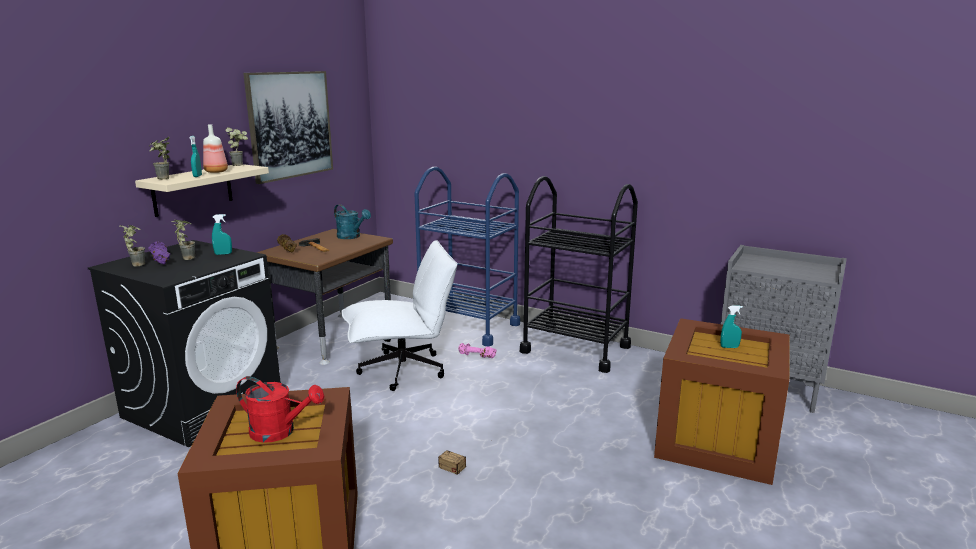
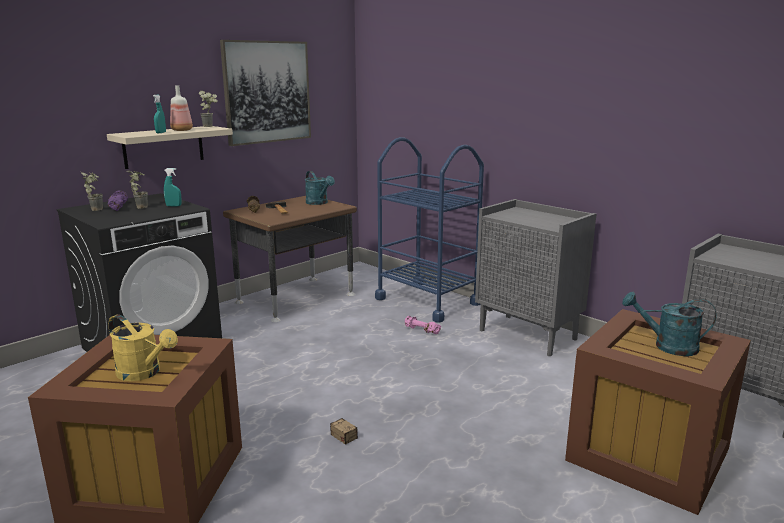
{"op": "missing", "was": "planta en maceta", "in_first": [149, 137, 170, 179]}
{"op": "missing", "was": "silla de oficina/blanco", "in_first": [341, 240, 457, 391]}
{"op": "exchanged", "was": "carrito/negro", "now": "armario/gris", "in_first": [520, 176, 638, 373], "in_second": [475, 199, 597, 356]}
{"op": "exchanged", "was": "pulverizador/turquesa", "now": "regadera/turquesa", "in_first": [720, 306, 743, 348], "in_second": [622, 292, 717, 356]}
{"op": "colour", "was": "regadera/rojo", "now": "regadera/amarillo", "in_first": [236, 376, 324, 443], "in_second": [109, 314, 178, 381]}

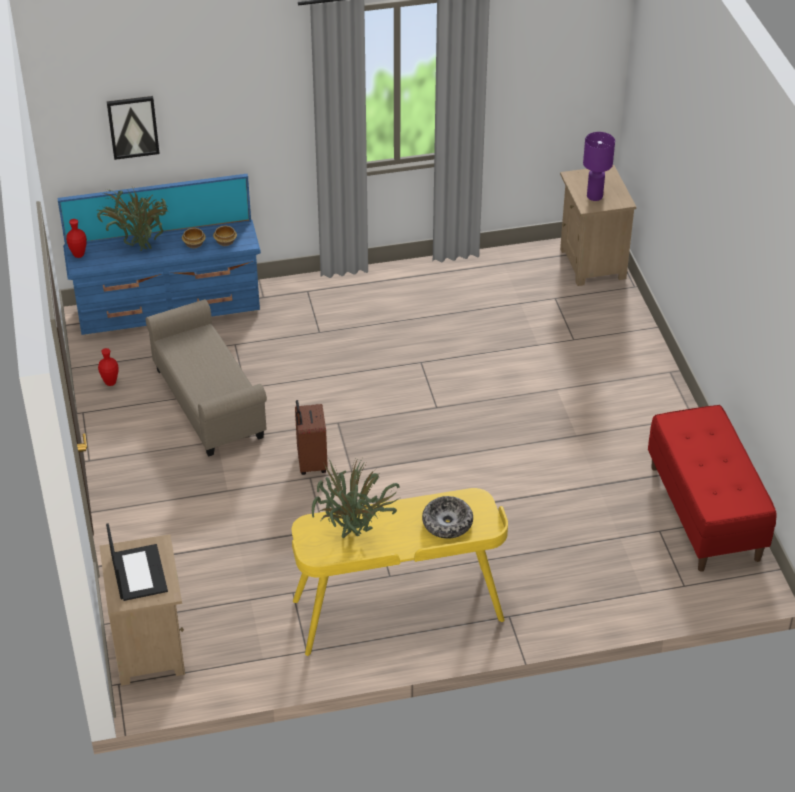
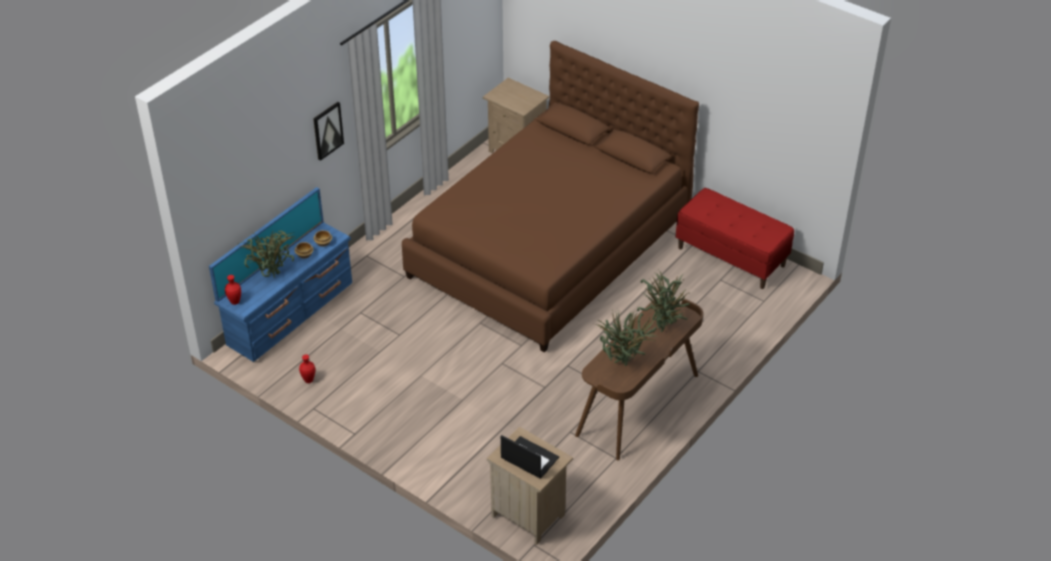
{"op": "missing", "was": "puf/beis", "in_first": [146, 299, 267, 457]}
{"op": "missing", "was": "maleta/marrón", "in_first": [295, 400, 328, 475]}
{"op": "missing", "was": "lámpara de mesa/morado", "in_first": [583, 132, 615, 201]}
{"op": "appeared", "now": "cama/marrón", "in_second": [402, 41, 699, 353]}
{"op": "relocated", "was": "cuadro", "in_first": [107, 96, 160, 160], "in_second": [313, 102, 344, 161]}
{"op": "exchanged", "was": "cuenco", "now": "planta en maceta", "in_first": [422, 496, 473, 539], "in_second": [637, 270, 690, 332]}
{"op": "colour", "was": "escritorio/amarillo", "now": "escritorio/marrón", "in_first": [292, 488, 508, 656], "in_second": [575, 298, 703, 460]}

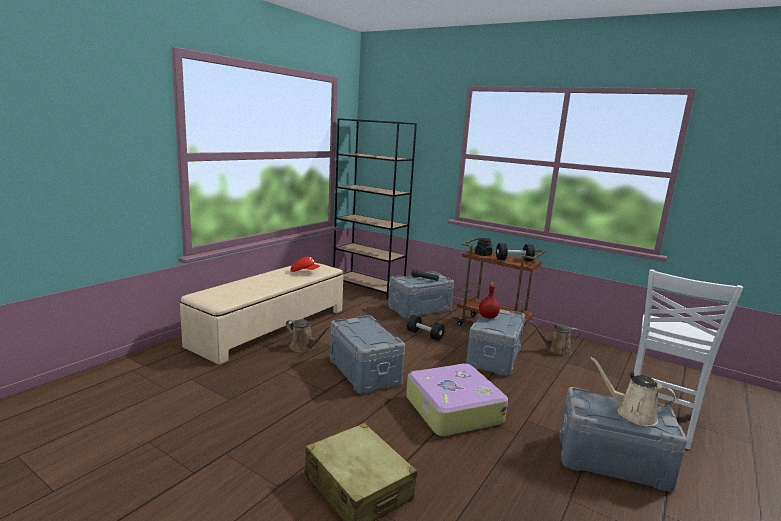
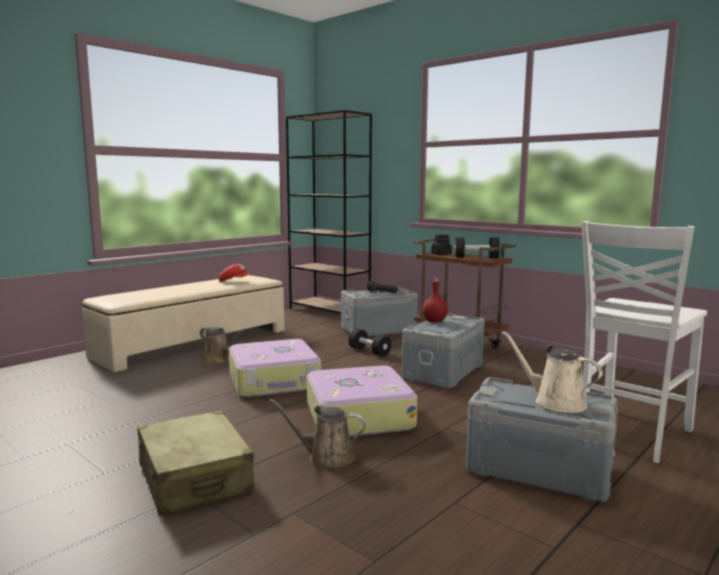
{"op": "relocated", "was": "regadera/marrón", "in_first": [530, 321, 581, 356], "in_second": [269, 399, 366, 468]}
{"op": "exchanged", "was": "caja de almacenaje/gris", "now": "maleta", "in_first": [330, 315, 405, 394], "in_second": [229, 339, 321, 398]}

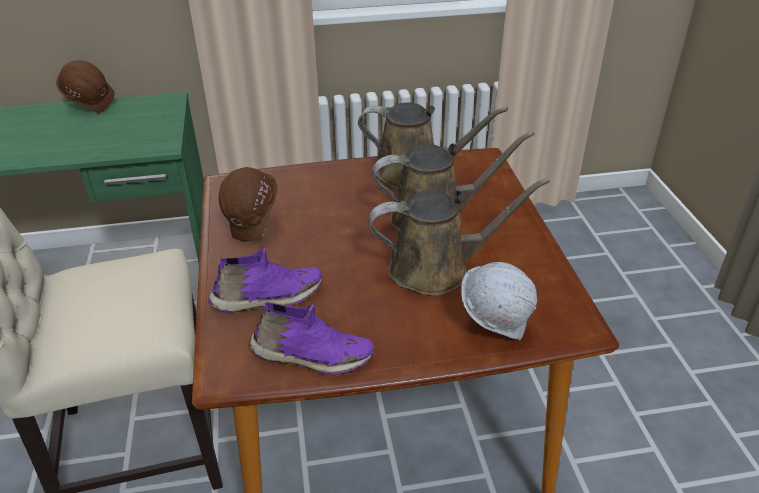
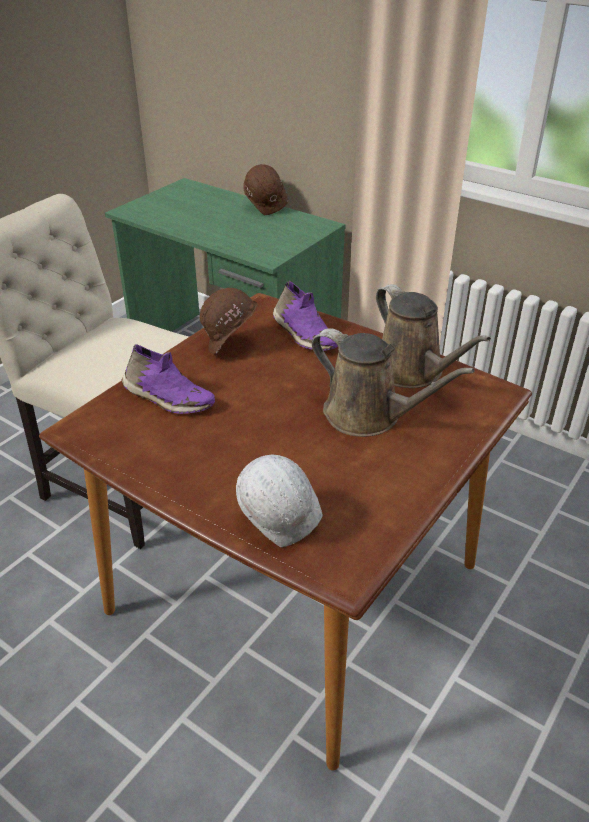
{"op": "missing", "was": "regadera/marrón", "in_first": [369, 178, 550, 296]}
{"op": "relocated", "was": "zapato/morado", "in_first": [249, 302, 374, 374], "in_second": [273, 280, 338, 351]}

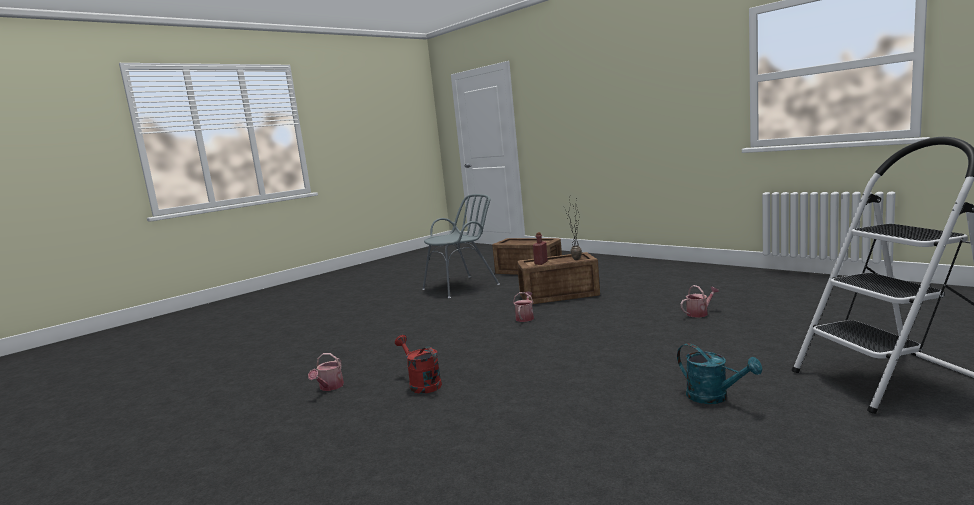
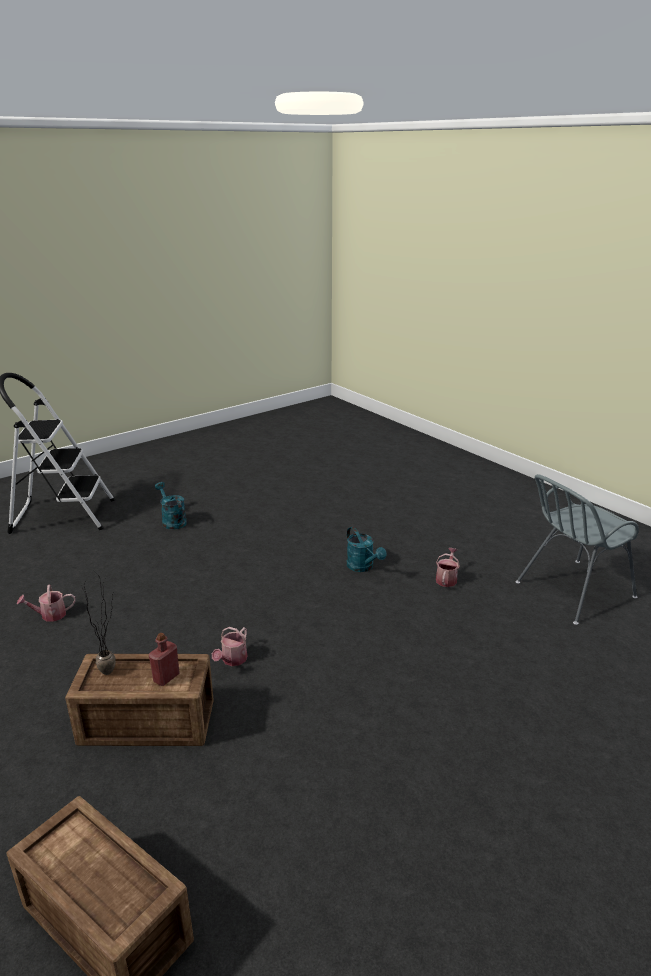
{"op": "relocated", "was": "silla/gris", "in_first": [422, 194, 500, 298], "in_second": [515, 474, 639, 625]}
{"op": "colour", "was": "regadera/rojo", "now": "regadera/turquesa", "in_first": [395, 335, 442, 394], "in_second": [346, 527, 387, 572]}

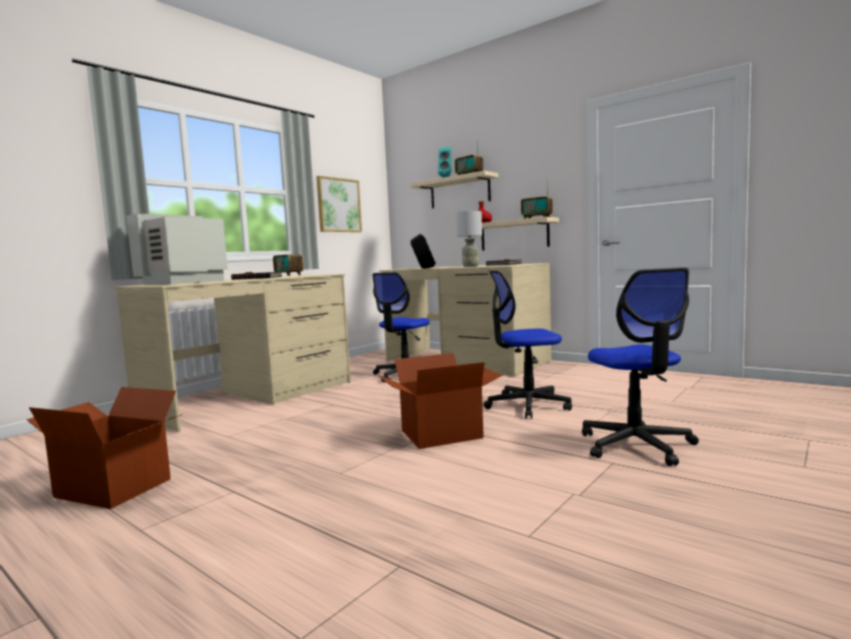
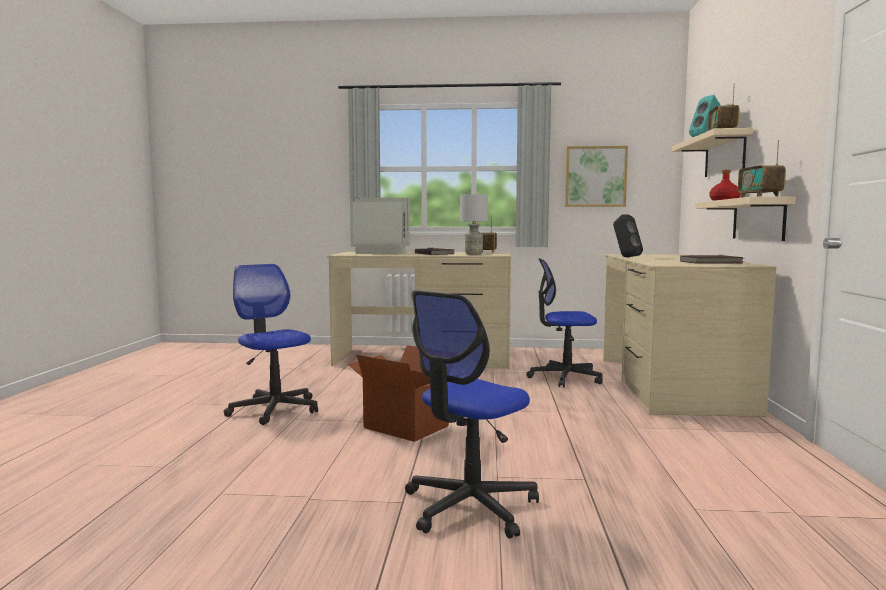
{"op": "missing", "was": "caja de cartón", "in_first": [26, 387, 183, 509]}
{"op": "relocated", "was": "lámpara de mesa/gris", "in_first": [456, 211, 482, 267], "in_second": [460, 194, 488, 255]}
{"op": "relocated", "was": "silla de oficina", "in_first": [483, 270, 572, 419], "in_second": [224, 264, 318, 425]}

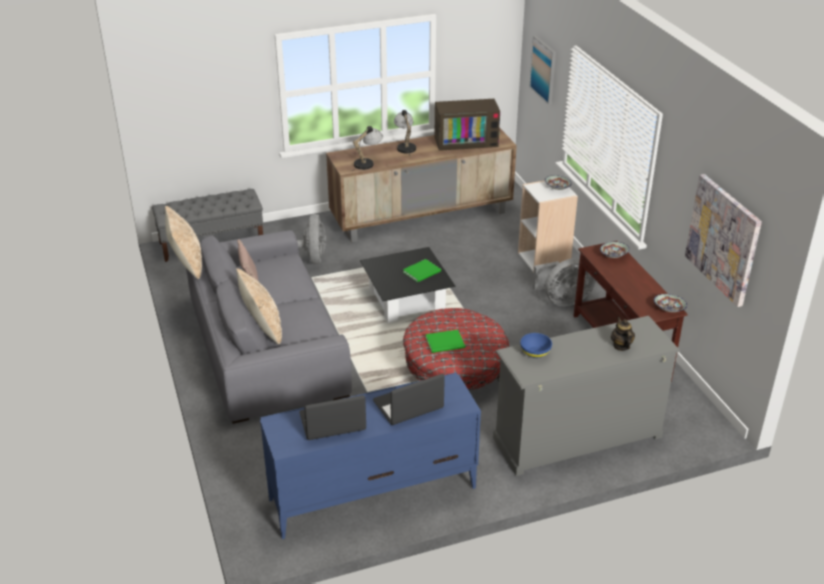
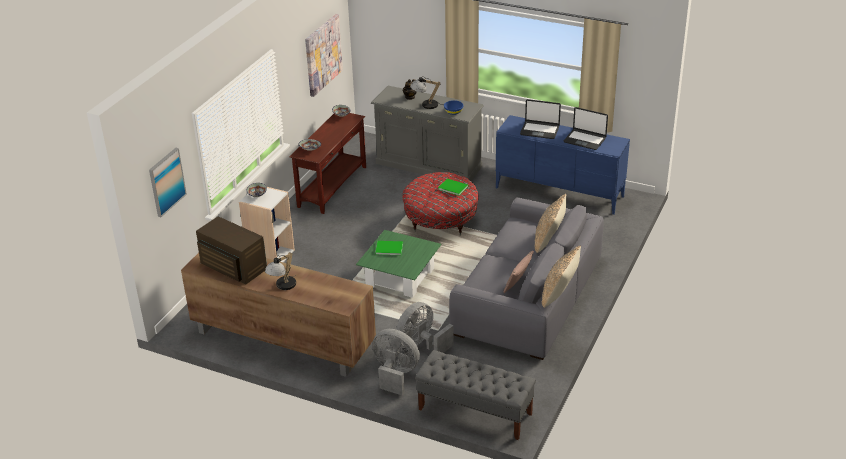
{"op": "relocated", "was": "lámpara de mesa", "in_first": [352, 126, 383, 171], "in_second": [410, 76, 441, 109]}
{"op": "relocated", "was": "ventilador/gris", "in_first": [532, 258, 596, 306], "in_second": [372, 329, 420, 396]}
{"op": "colour", "was": "mesa de centro/negro", "now": "mesa de centro/verde", "in_first": [360, 247, 455, 323], "in_second": [356, 230, 442, 298]}

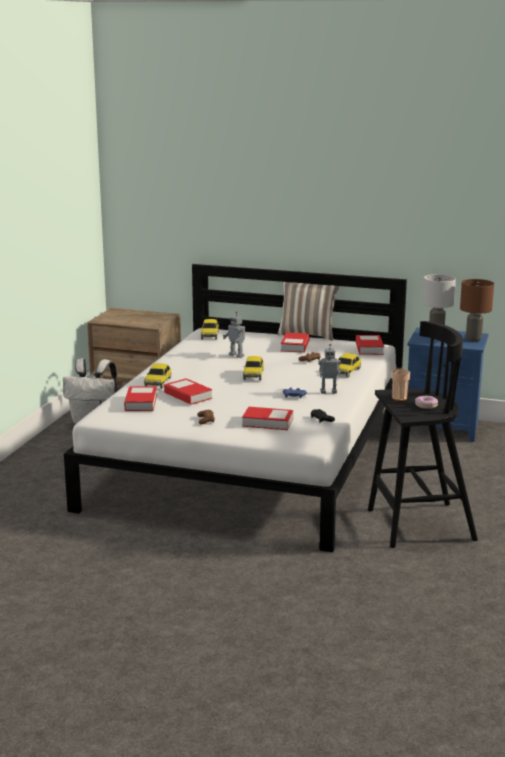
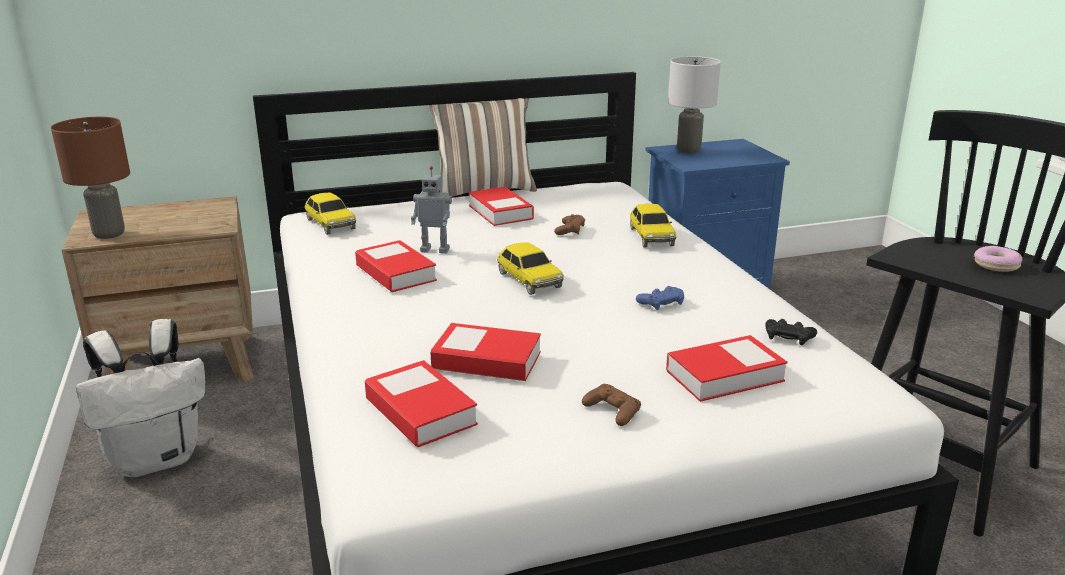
{"op": "missing", "was": "coche de juguete", "in_first": [144, 363, 171, 389]}
{"op": "missing", "was": "robot de juguete", "in_first": [318, 344, 341, 394]}
{"op": "missing", "was": "taza", "in_first": [392, 369, 410, 401]}
{"op": "relocated", "was": "libro", "in_first": [356, 335, 384, 355], "in_second": [355, 240, 437, 292]}
{"op": "relocated", "was": "lámpara de mesa/marrón", "in_first": [460, 279, 494, 341], "in_second": [51, 117, 130, 239]}

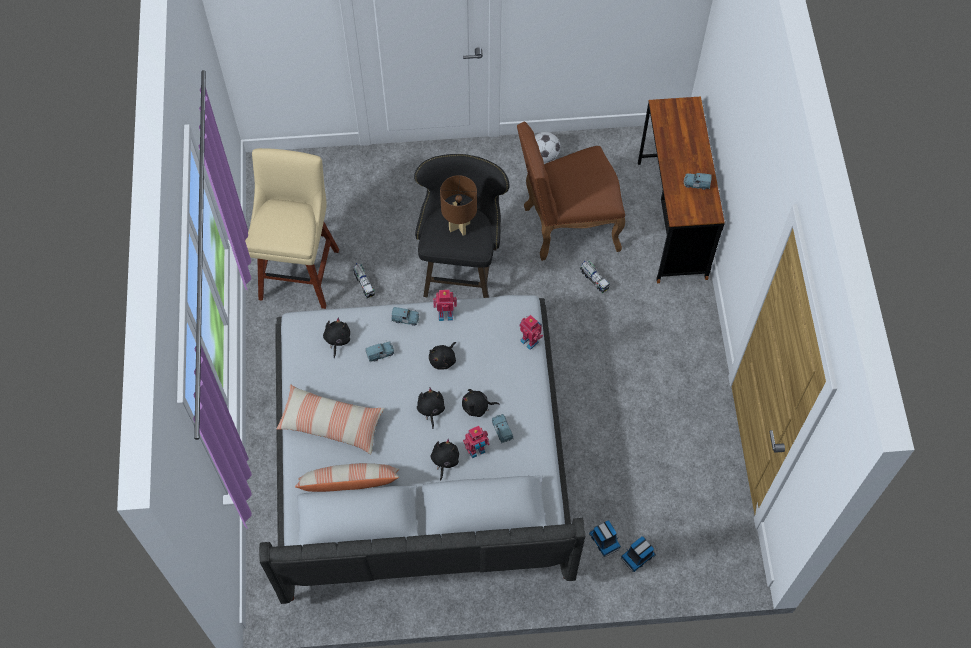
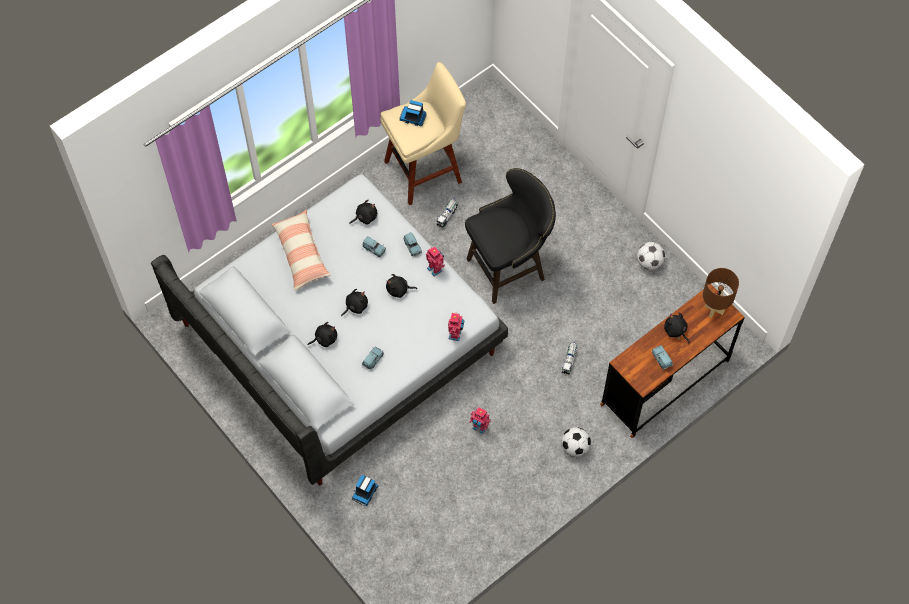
{"op": "missing", "was": "cojín", "in_first": [295, 463, 399, 492]}
{"op": "missing", "was": "silla/marrón", "in_first": [517, 122, 625, 261]}
{"op": "appeared", "now": "balón de fútbol", "in_second": [561, 427, 591, 457]}
{"op": "relocated", "was": "lámpara de mesa/marrón", "in_first": [440, 175, 477, 236], "in_second": [703, 268, 739, 318]}
{"op": "relocated", "was": "peluche/negro", "in_first": [462, 389, 500, 417], "in_second": [664, 312, 690, 343]}
{"op": "relocated", "was": "robot de juguete", "in_first": [463, 426, 490, 458], "in_second": [470, 407, 491, 434]}
{"op": "relocated", "was": "camión de juguete", "in_first": [621, 536, 656, 572], "in_second": [400, 100, 427, 126]}

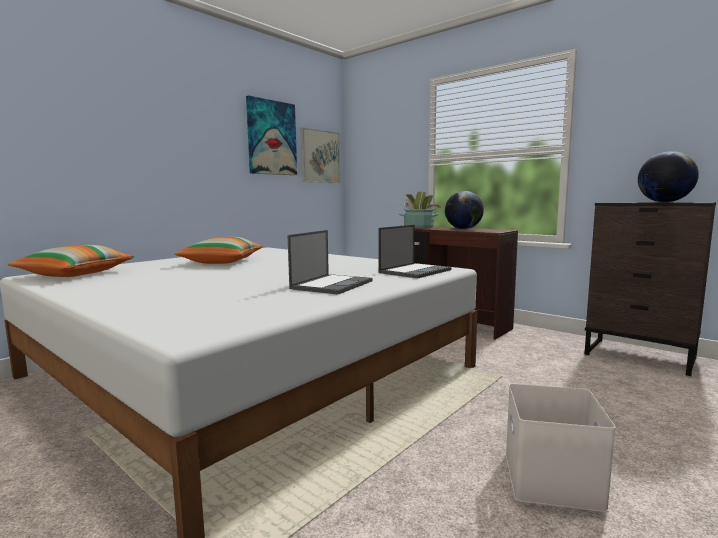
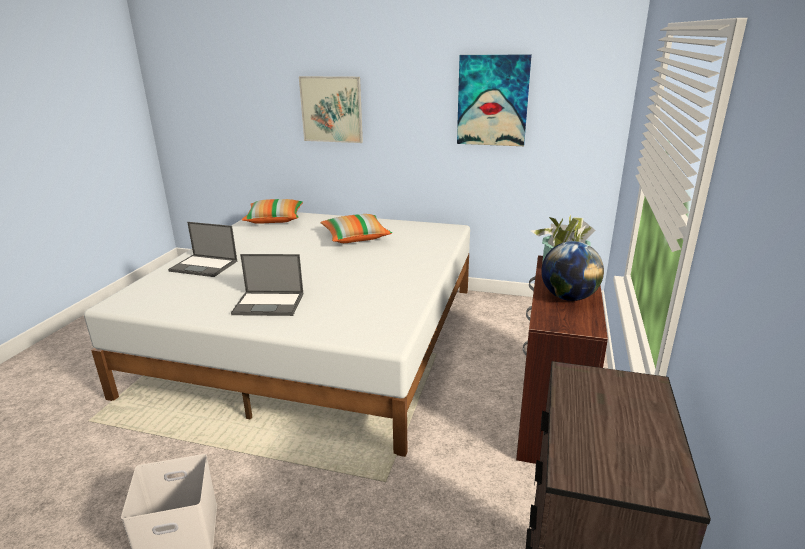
{"op": "missing", "was": "globo terráqueo", "in_first": [638, 151, 699, 202]}
{"op": "relocated", "was": "cuadro", "in_first": [300, 127, 340, 183], "in_second": [299, 76, 363, 143]}
{"op": "relocated", "was": "portátil", "in_first": [379, 225, 452, 278], "in_second": [168, 222, 237, 277]}

